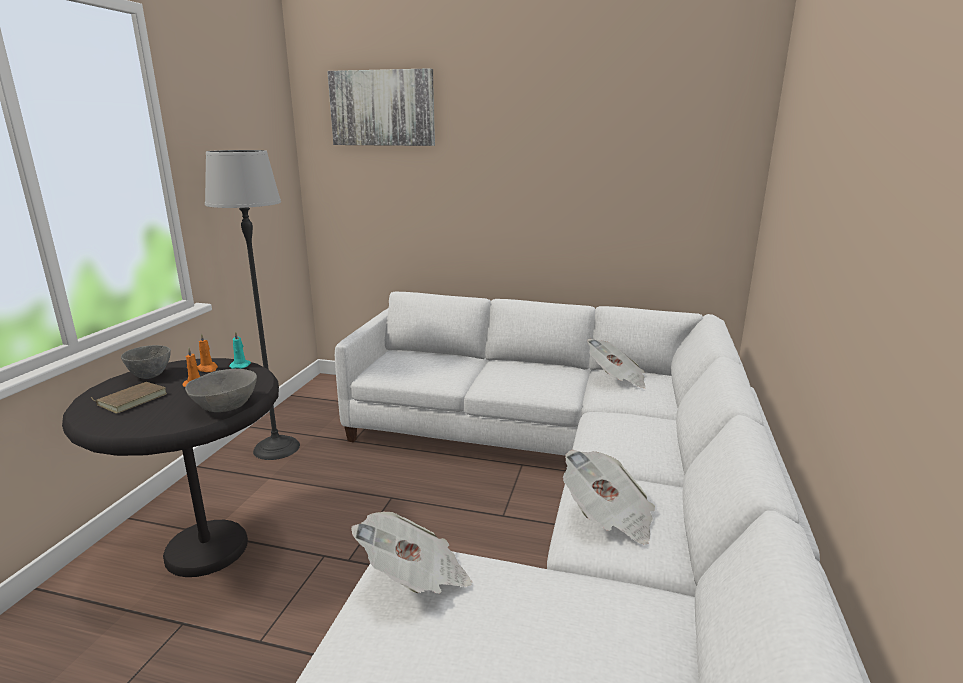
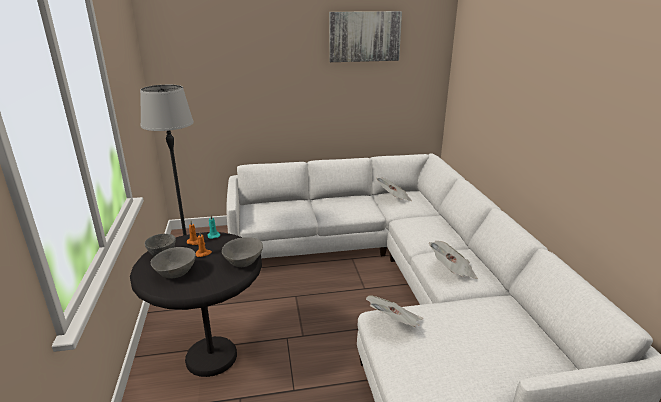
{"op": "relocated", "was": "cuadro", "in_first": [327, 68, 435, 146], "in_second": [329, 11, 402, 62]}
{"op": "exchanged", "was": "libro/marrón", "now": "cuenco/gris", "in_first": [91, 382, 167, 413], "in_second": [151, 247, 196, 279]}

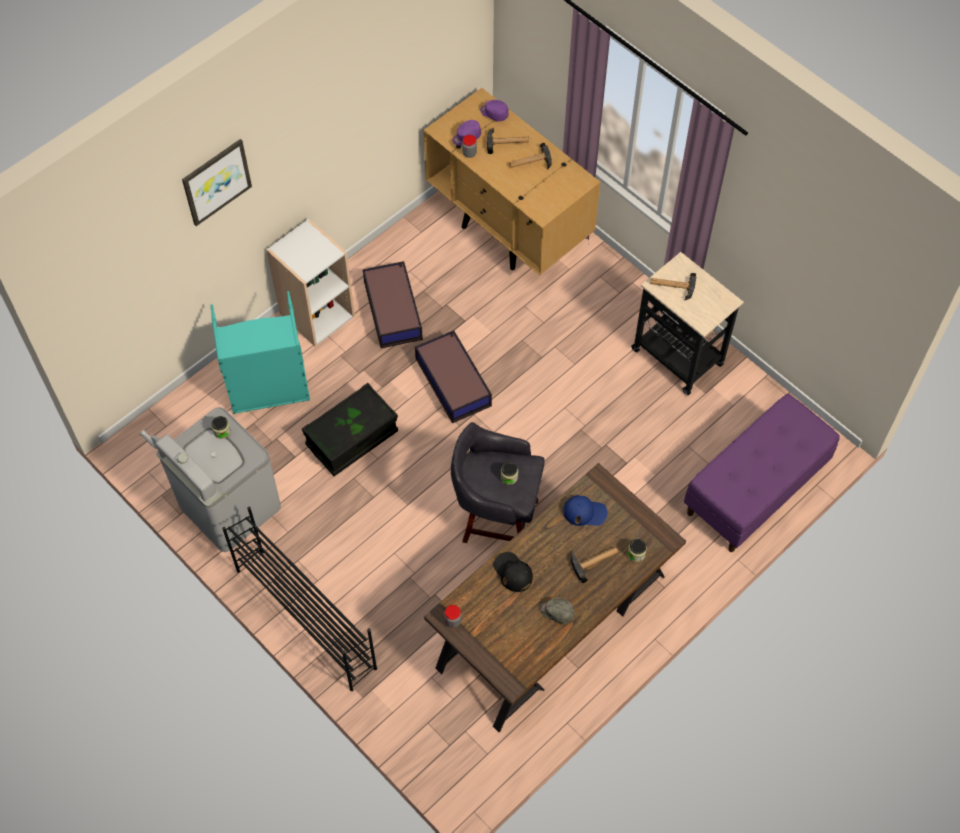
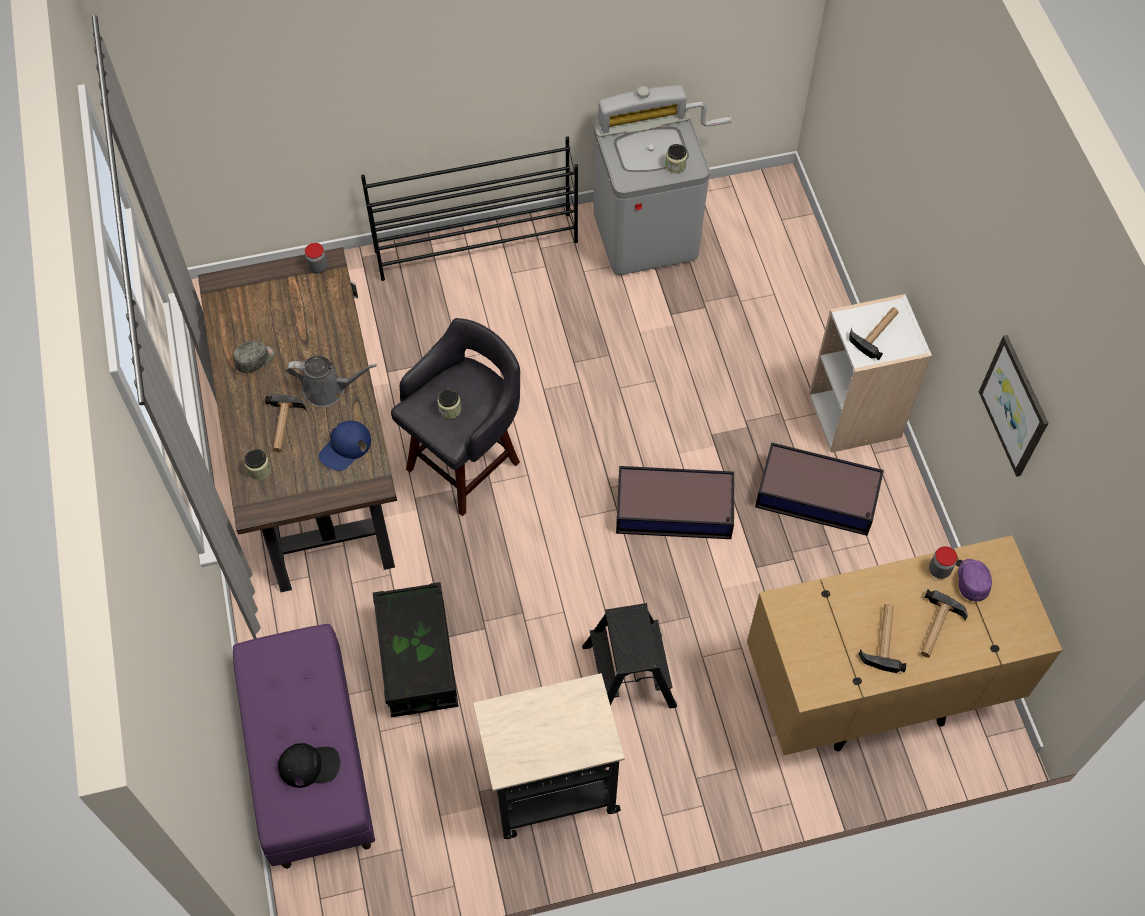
{"op": "missing", "was": "cesto de la ropa/turquesa", "in_first": [210, 291, 310, 414]}
{"op": "missing", "was": "gorra/morado", "in_first": [480, 100, 509, 121]}
{"op": "appeared", "now": "regadera/gris", "in_second": [286, 356, 377, 407]}
{"op": "appeared", "now": "escalera de tijera/negro", "in_second": [582, 603, 677, 708]}
{"op": "relocated", "was": "cuadro", "in_first": [182, 139, 252, 226], "in_second": [979, 335, 1048, 477]}
{"op": "relocated", "was": "caja de almacenaje/negro", "in_first": [302, 383, 398, 476], "in_second": [373, 582, 459, 717]}
{"op": "relocated", "was": "gorra/negro", "in_first": [493, 552, 533, 592], "in_second": [278, 743, 340, 788]}
{"op": "relocated", "was": "martillo", "in_first": [650, 273, 696, 300], "in_second": [849, 307, 898, 360]}

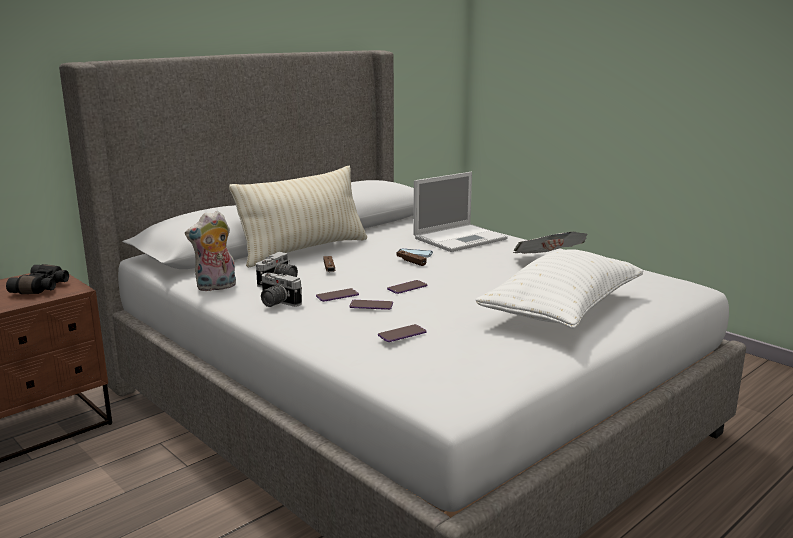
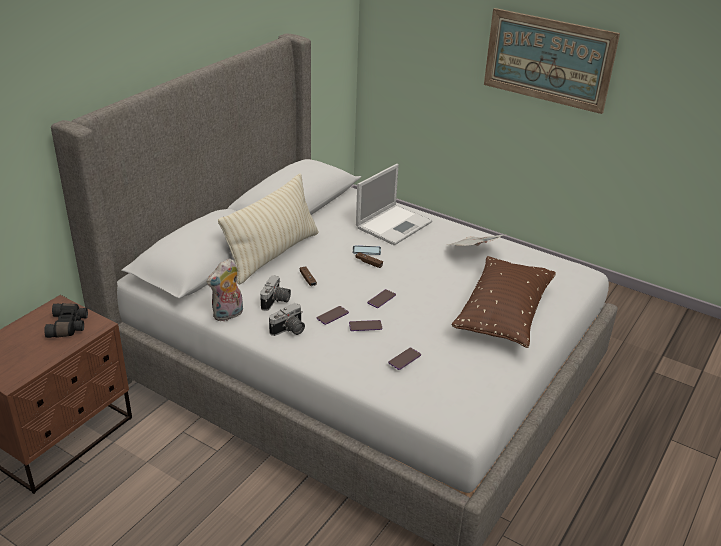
{"op": "appeared", "now": "cuadro", "in_second": [484, 8, 620, 114]}
{"op": "colour", "was": "cojín/blanco", "now": "cojín/marrón", "in_first": [475, 249, 643, 329], "in_second": [451, 256, 556, 348]}
{"op": "spun", "was": "cámara", "in_first": [260, 273, 302, 307], "in_second": [269, 303, 305, 336], "clockwise": -60}

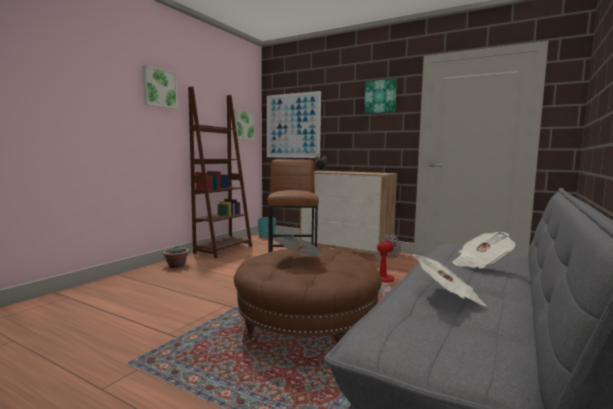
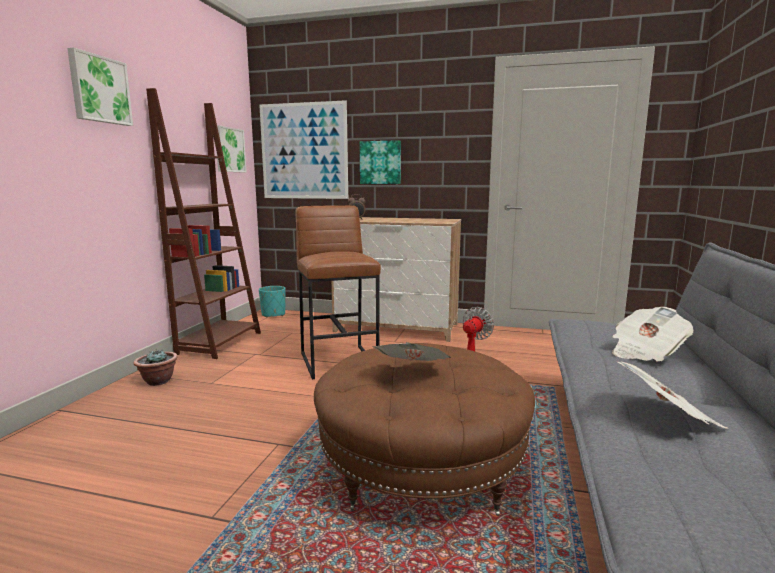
{"op": "relocated", "was": "cuadro", "in_first": [364, 79, 397, 113], "in_second": [360, 140, 401, 184]}

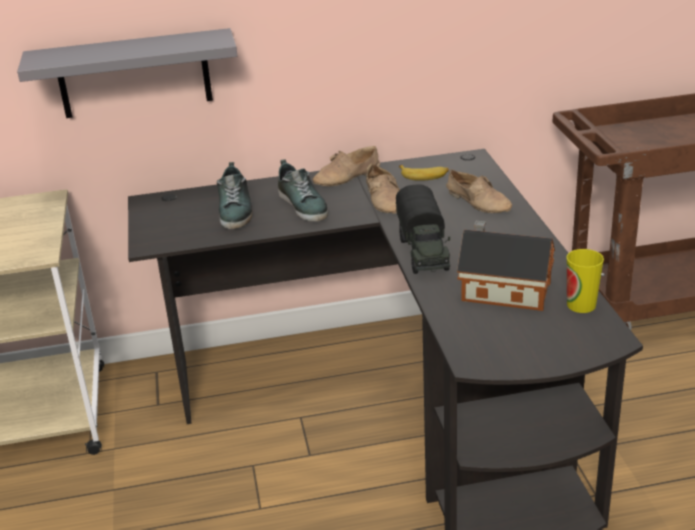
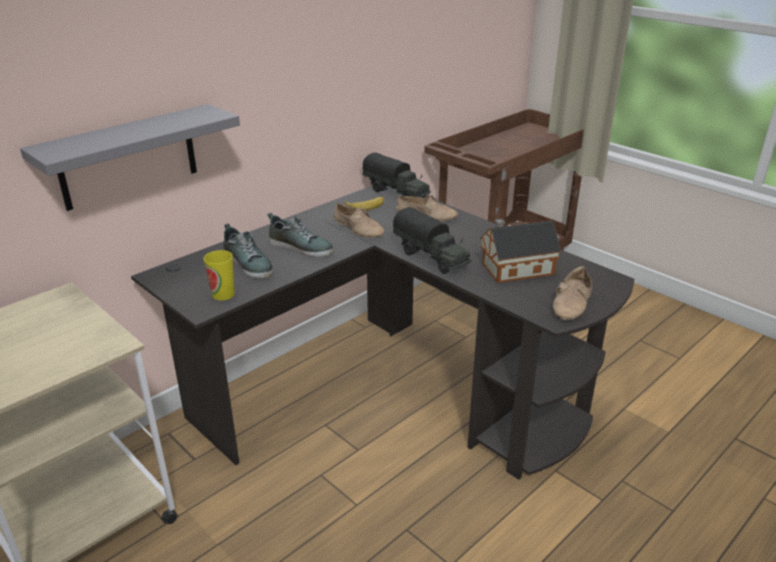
{"op": "appeared", "now": "camión de juguete", "in_second": [363, 152, 431, 198]}
{"op": "relocated", "was": "zapato/beis", "in_first": [313, 146, 380, 186], "in_second": [553, 266, 592, 320]}
{"op": "relocated", "was": "taza", "in_first": [566, 249, 604, 313], "in_second": [204, 250, 235, 300]}

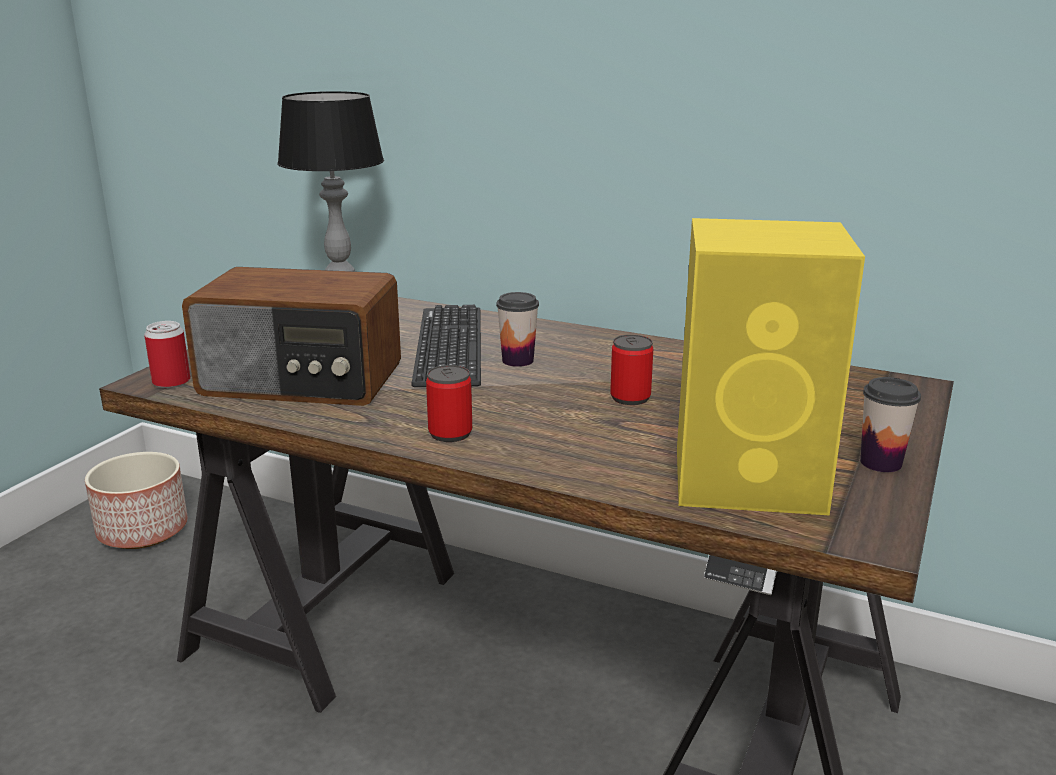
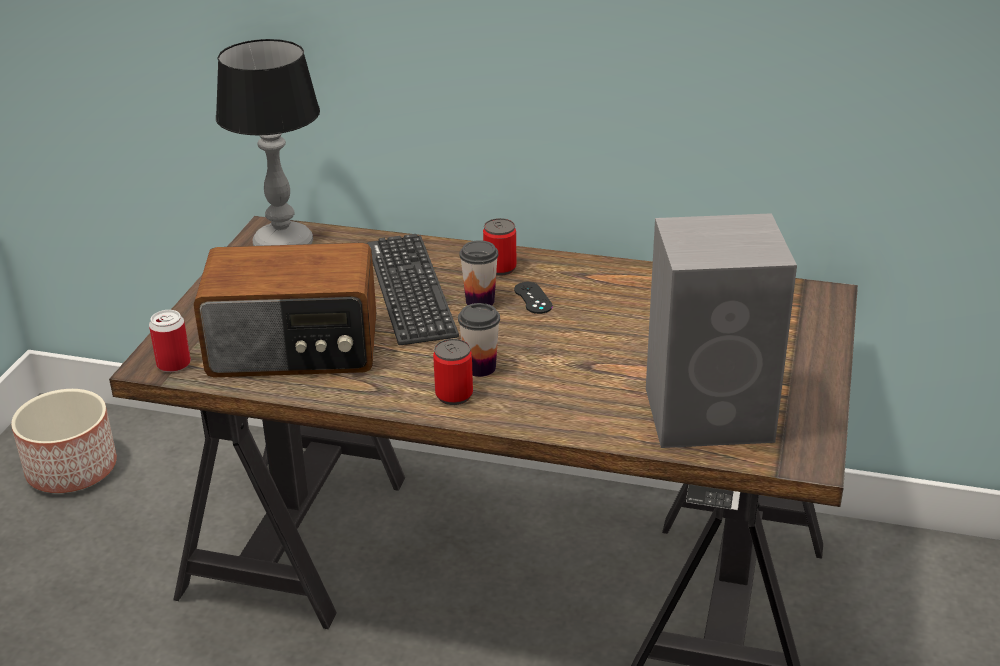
{"op": "appeared", "now": "mando de consola/negro", "in_second": [514, 282, 553, 314]}
{"op": "relocated", "was": "lata", "in_first": [610, 335, 653, 405], "in_second": [483, 218, 516, 276]}
{"op": "relocated", "was": "taza", "in_first": [860, 377, 921, 472], "in_second": [458, 303, 500, 377]}
{"op": "colour", "was": "altavoz/amarillo", "now": "altavoz/gris", "in_first": [677, 218, 865, 515], "in_second": [646, 213, 797, 448]}

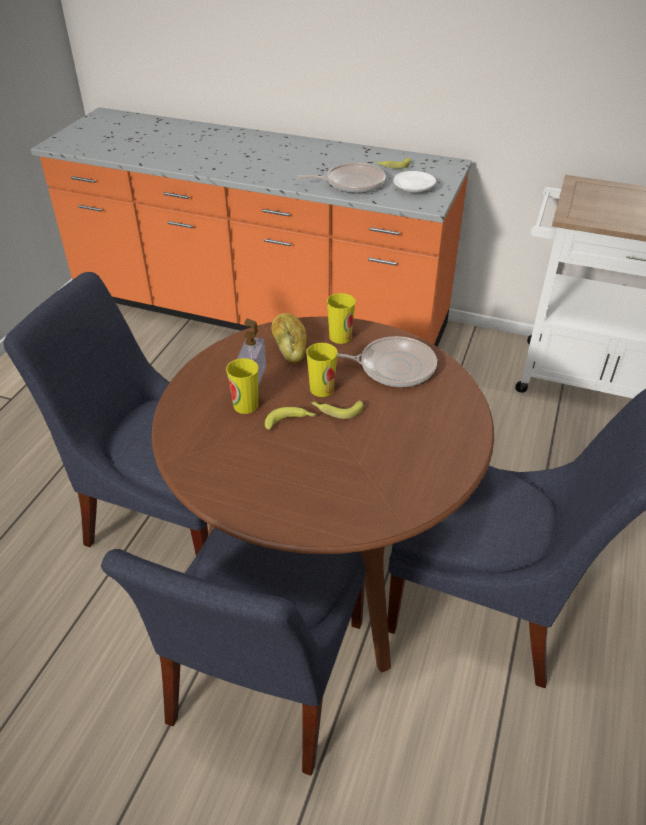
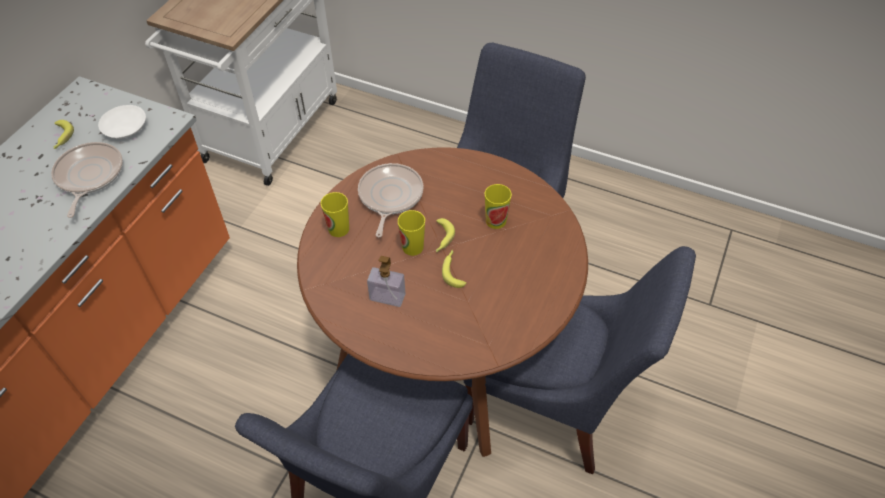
{"op": "missing", "was": "pan", "in_first": [272, 313, 307, 364]}
{"op": "relocated", "was": "taza", "in_first": [226, 358, 258, 414], "in_second": [485, 184, 512, 229]}

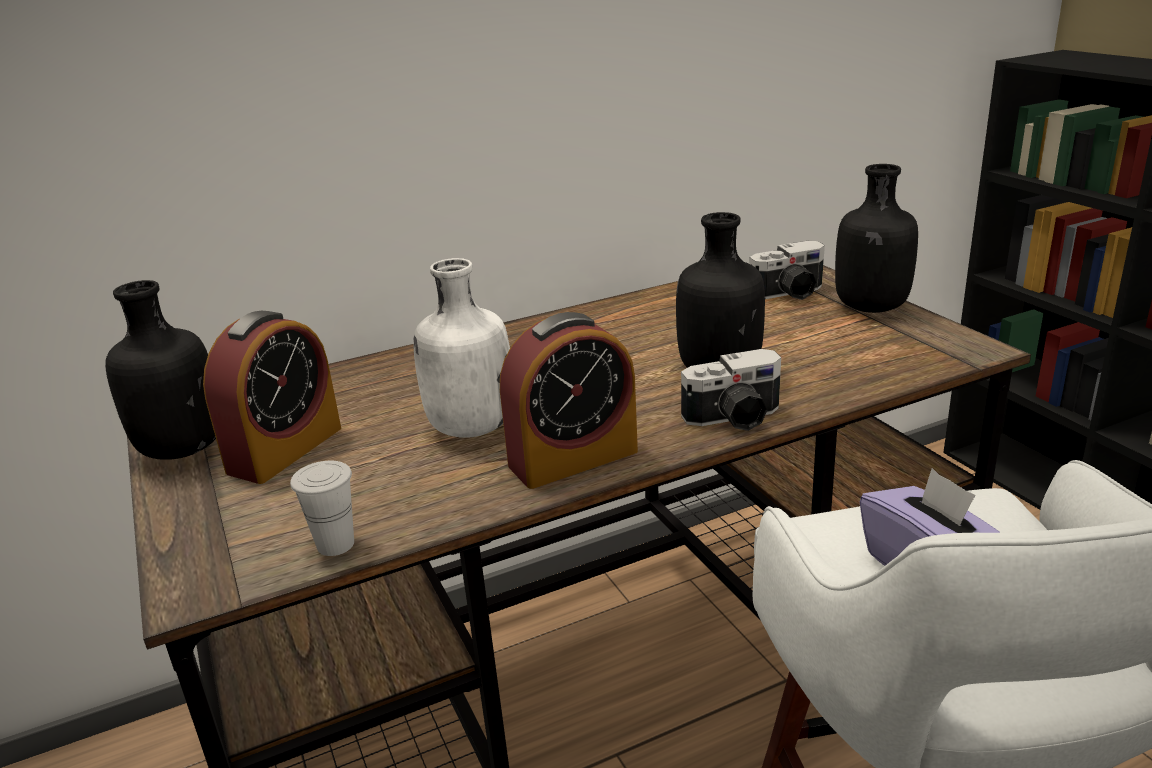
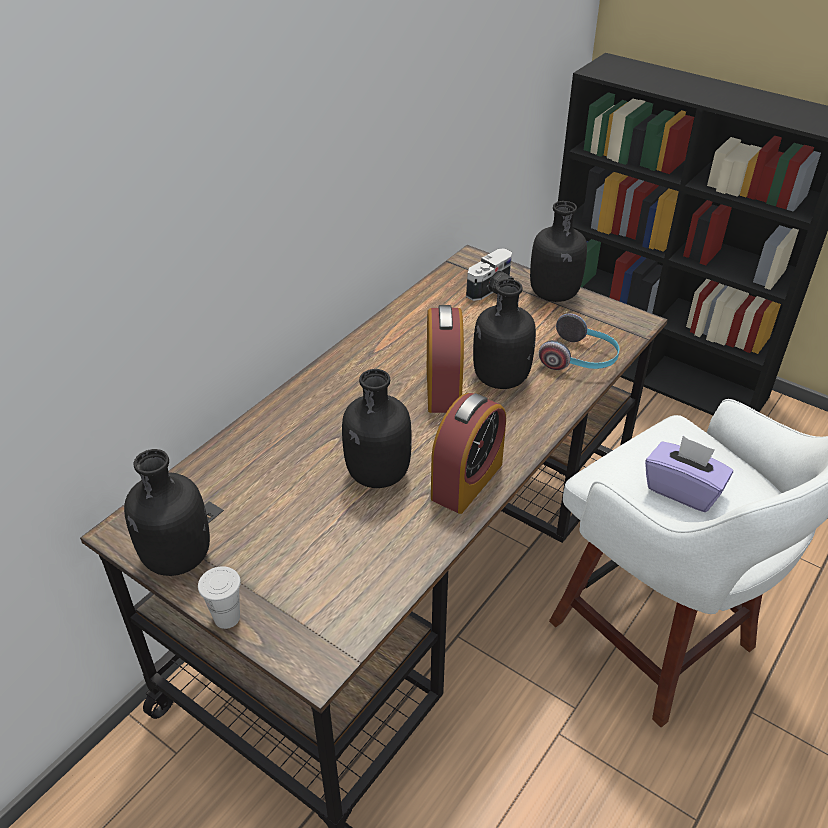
{"op": "missing", "was": "cámara", "in_first": [681, 349, 781, 431]}
{"op": "appeared", "now": "auriculares", "in_second": [539, 314, 620, 370]}
{"op": "relocated", "was": "despertador", "in_first": [203, 311, 341, 484], "in_second": [427, 305, 464, 413]}
{"op": "relocated", "was": "taza/blanco", "in_first": [290, 461, 354, 556], "in_second": [198, 566, 241, 629]}
{"op": "colour", "was": "botella/blanco", "now": "botella/negro", "in_first": [413, 258, 510, 437], "in_second": [342, 369, 412, 488]}

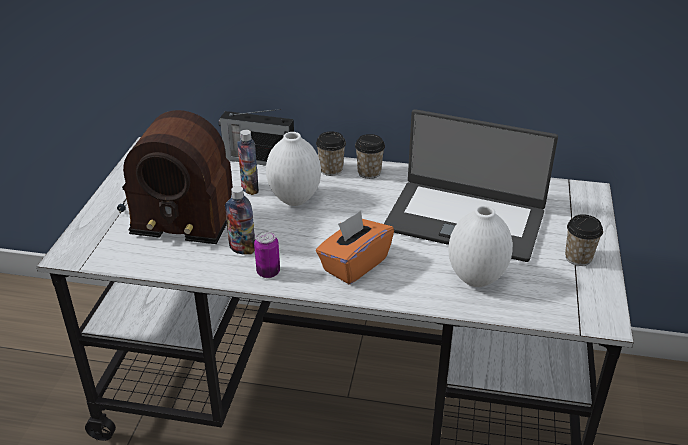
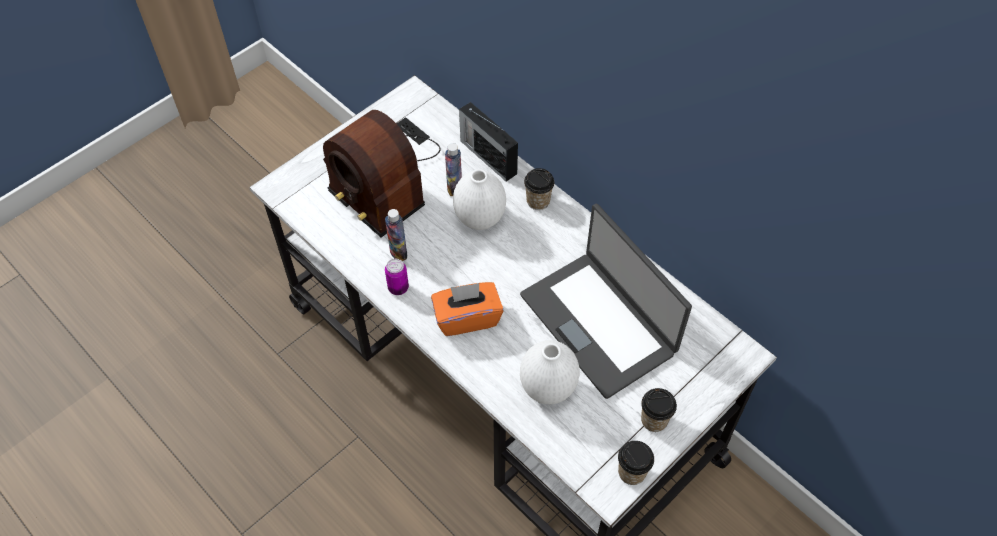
{"op": "relocated", "was": "taza", "in_first": [355, 134, 385, 179], "in_second": [618, 441, 654, 485]}

